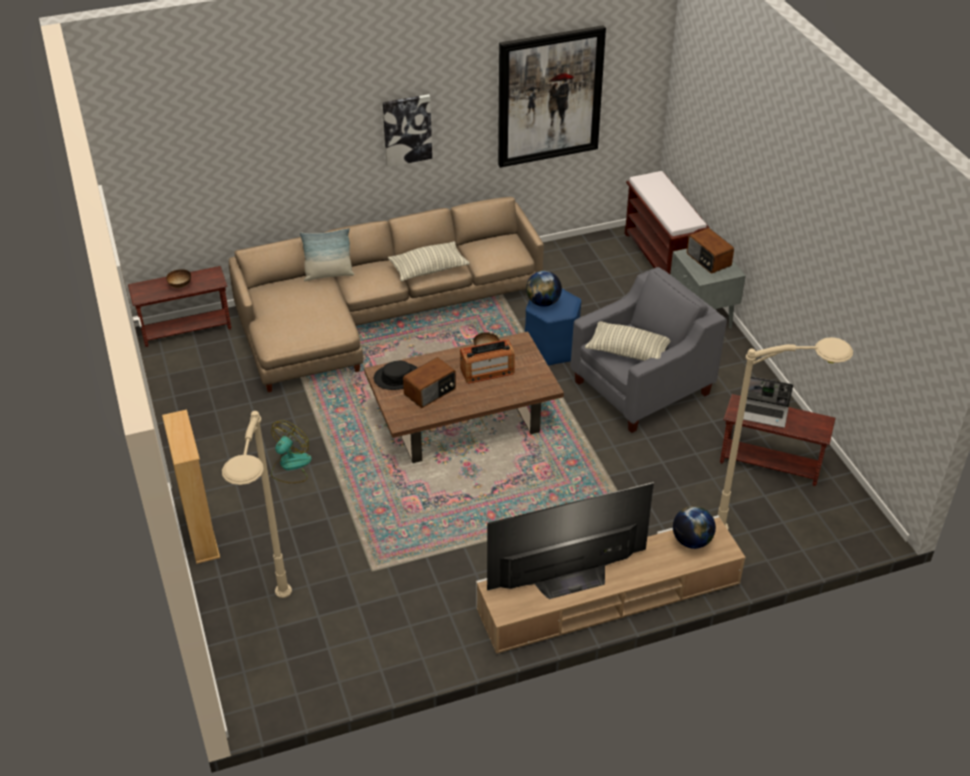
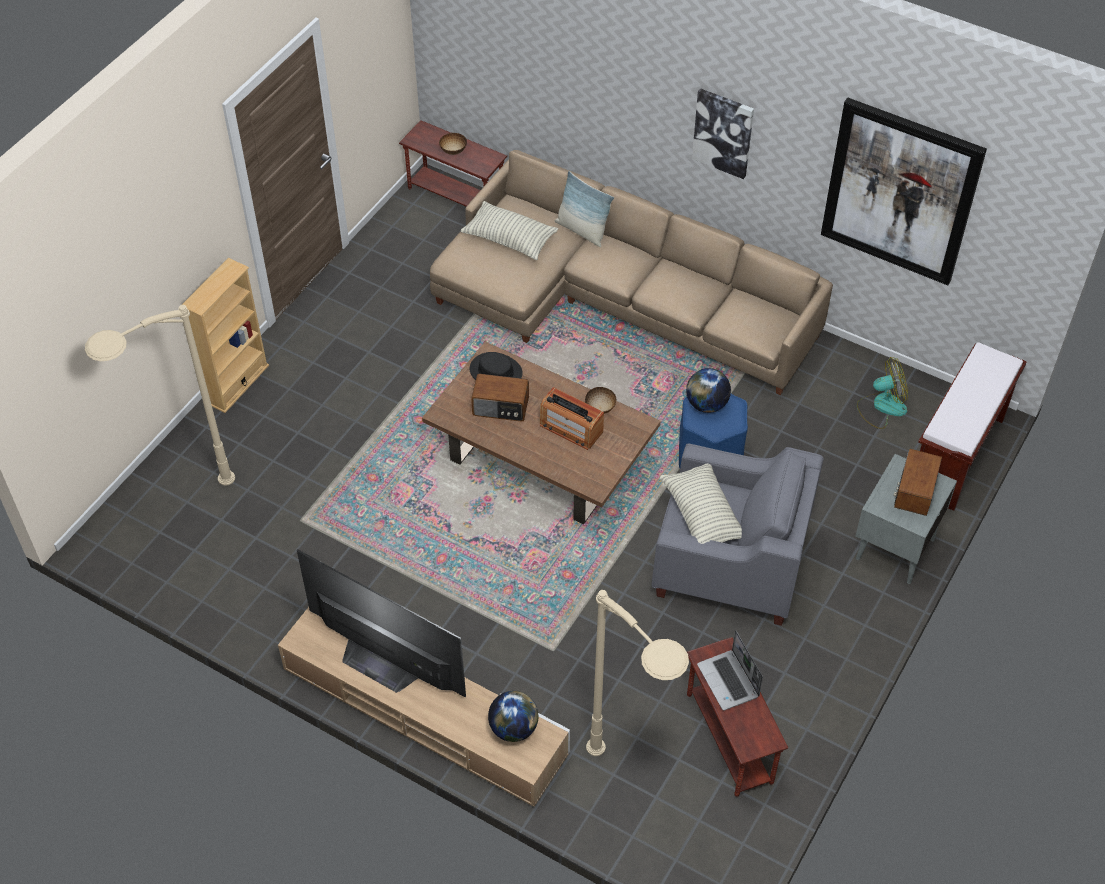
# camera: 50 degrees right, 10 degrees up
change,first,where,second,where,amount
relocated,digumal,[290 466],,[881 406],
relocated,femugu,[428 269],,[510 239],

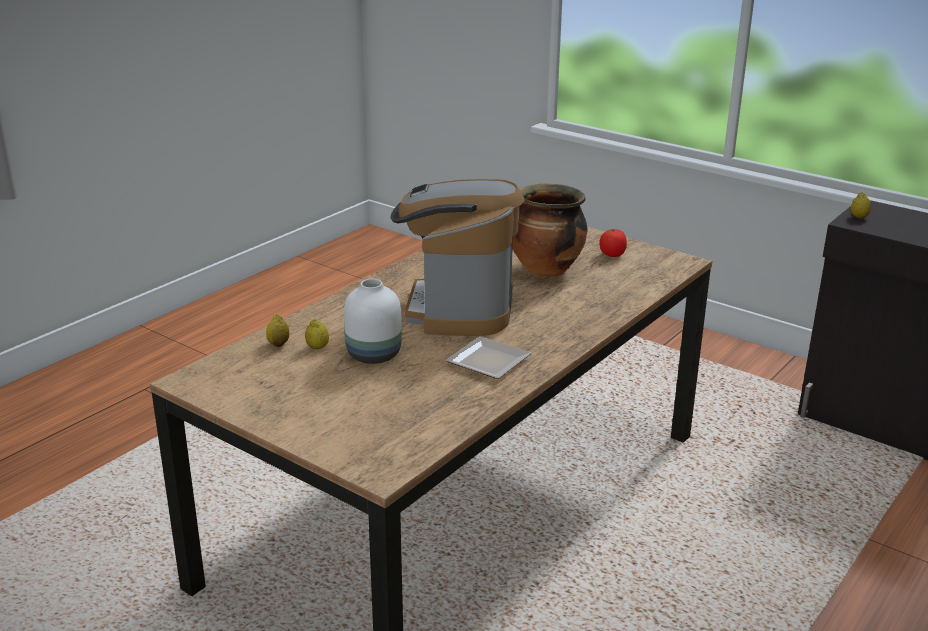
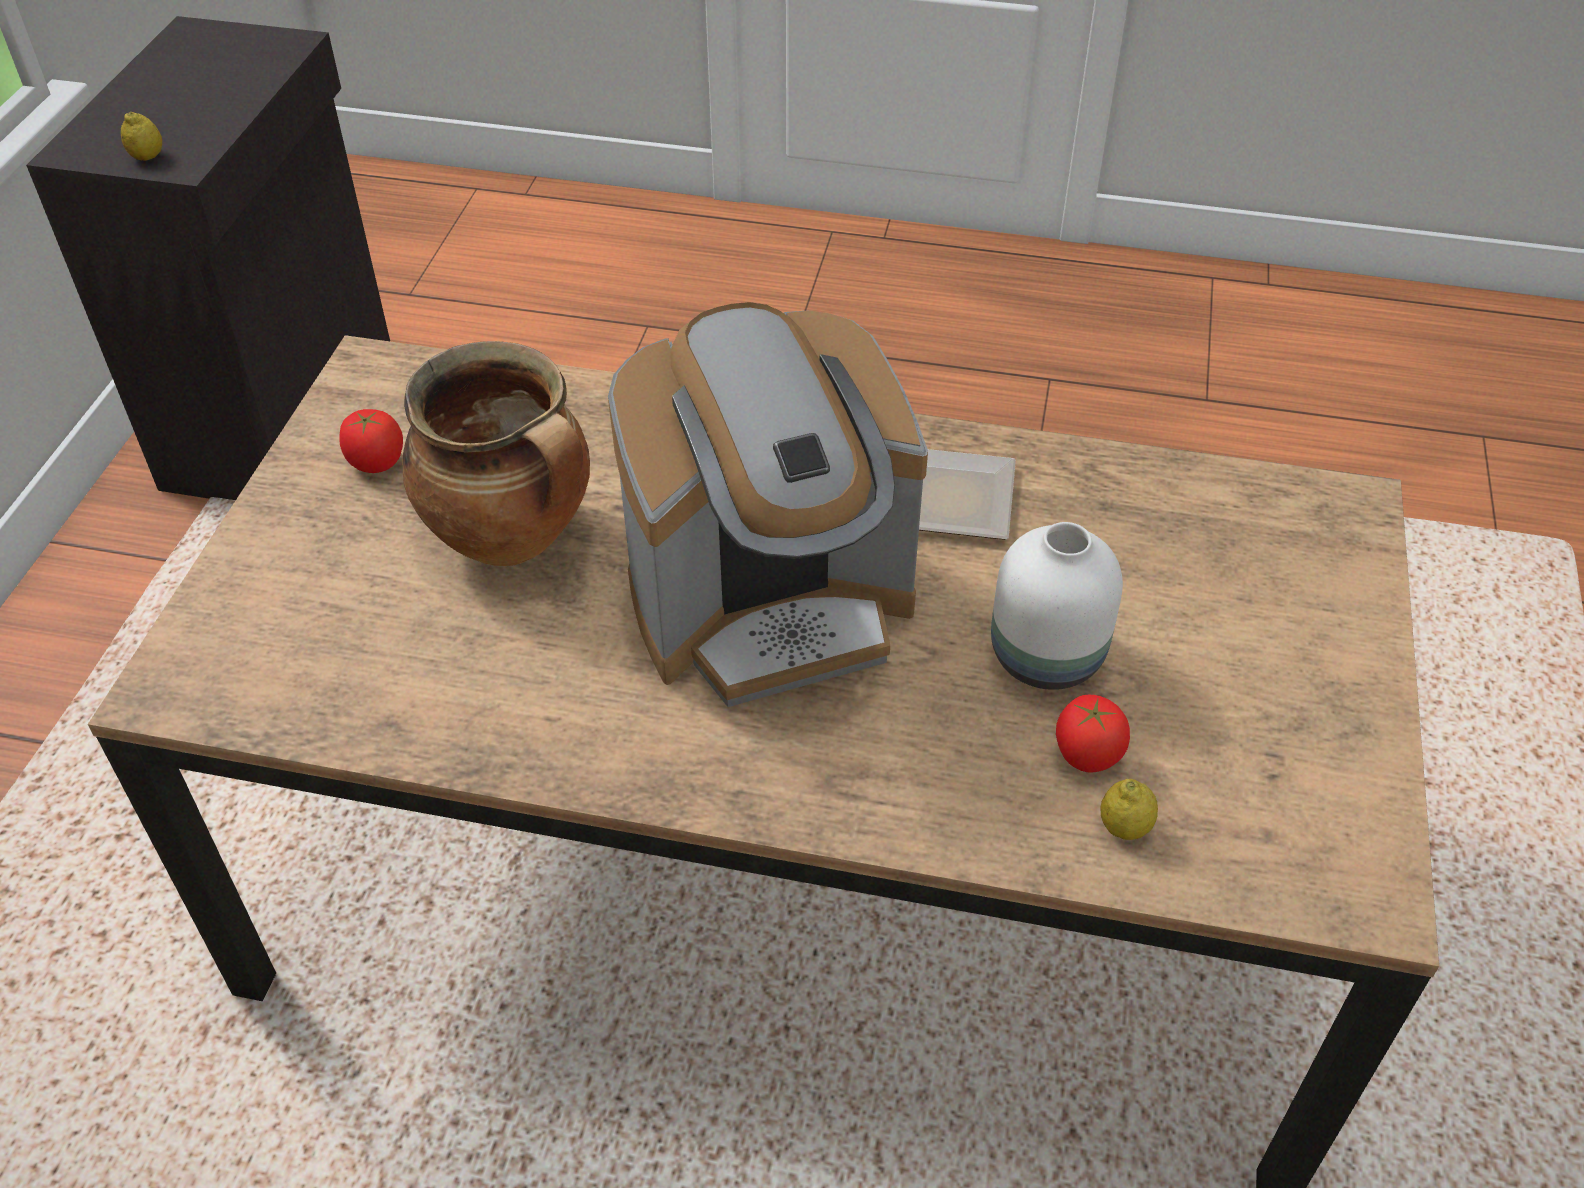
# camera: 115 degrees left, 20 degrees up
change,first,where,second,where,amount
exchanged,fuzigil,[317 347],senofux,[1086 755],

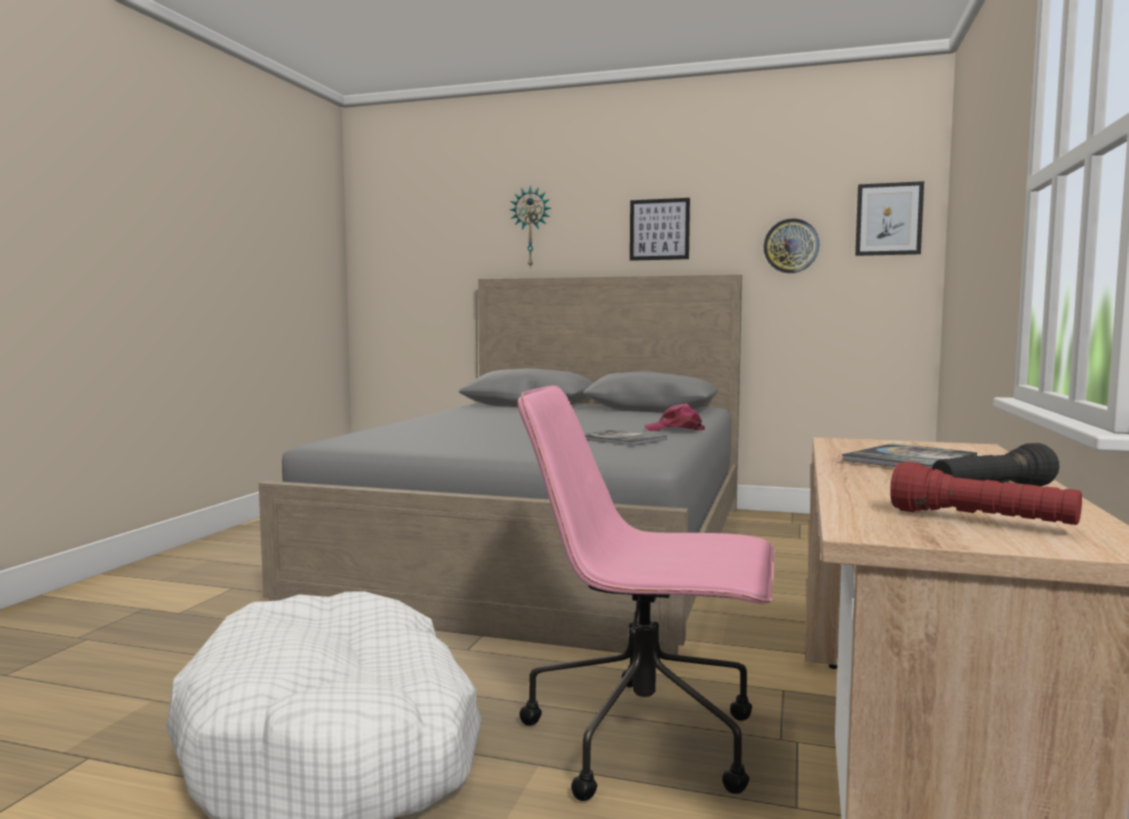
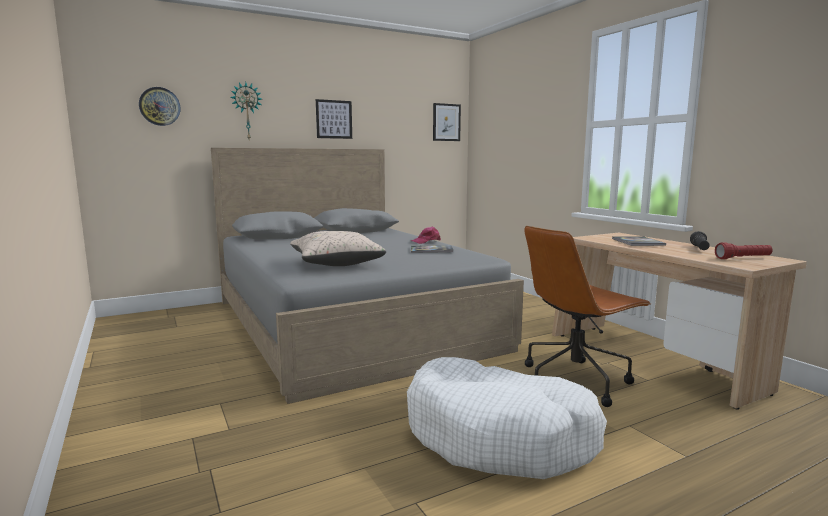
# camera: 45 degrees left, 5 degrees up
change,first,where,second,where,amount
appeared,,,femugu (beige),[336 263],
relocated,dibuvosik,[791 246],,[159 106],
colour,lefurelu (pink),[647 738],lefurelu (brown),[575 380],

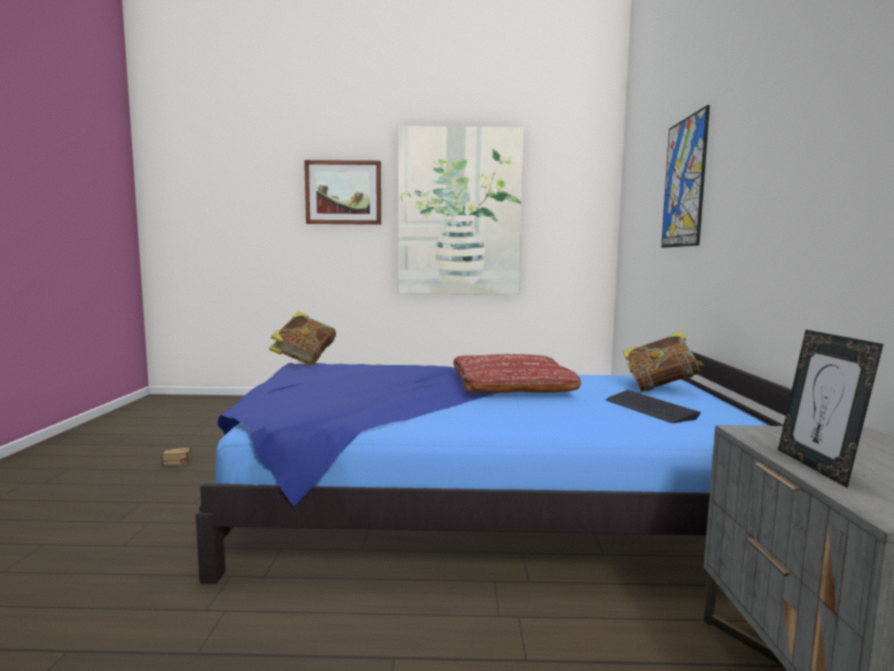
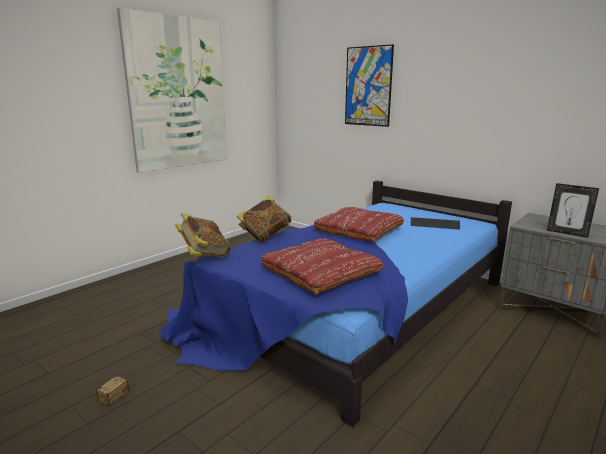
# camera: 50 degrees left, 10 degrees up
change,first,where,second,where,amount
missing,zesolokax,[343 192],,,
appeared,,,femugu (red),[320 272],
relocated,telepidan,[660 388],,[265 236],

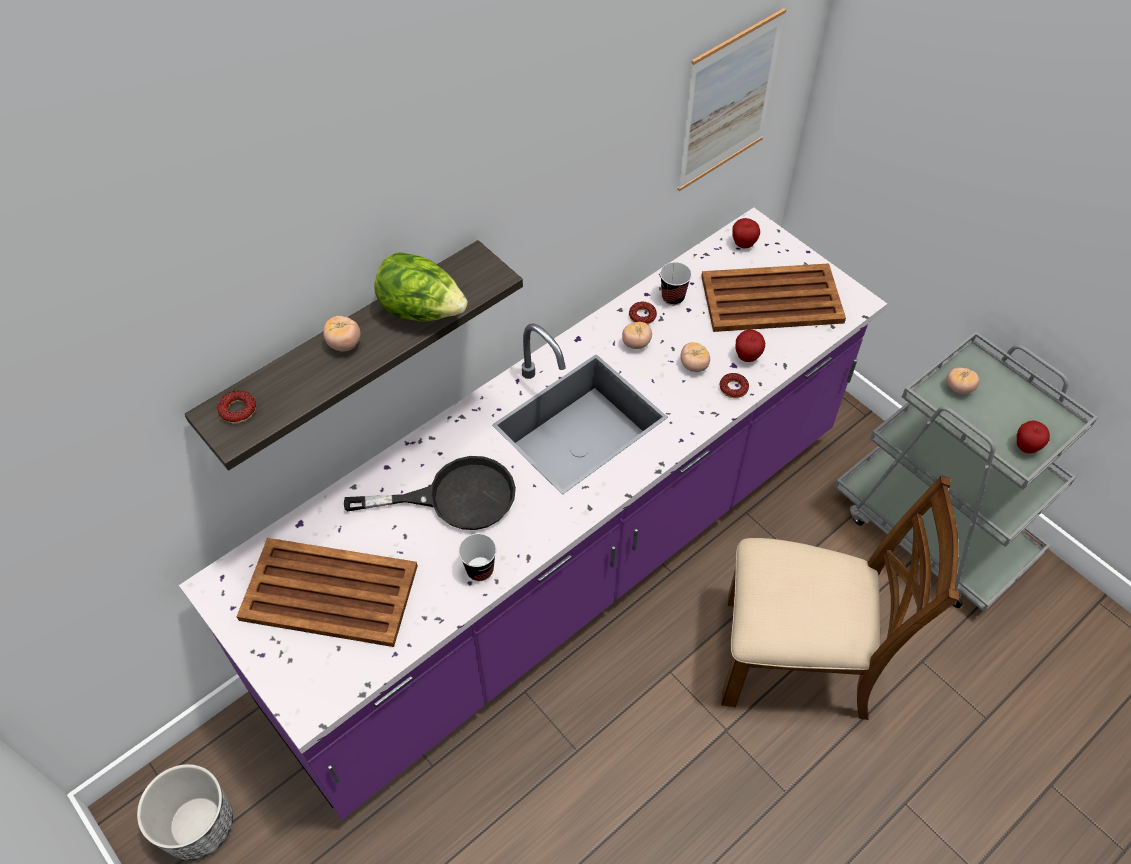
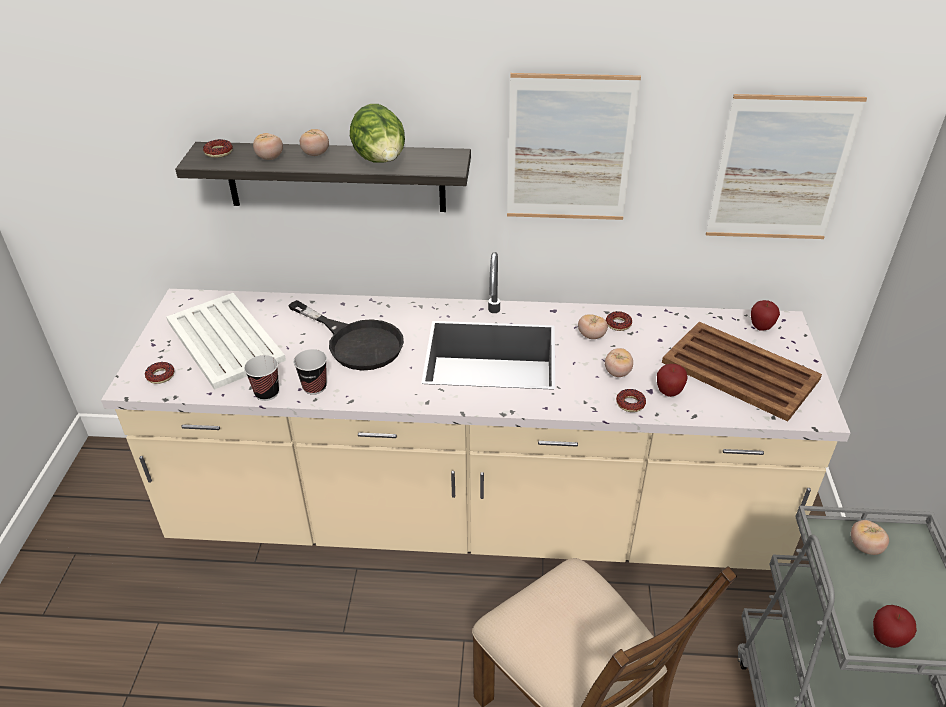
# camera: 45 degrees right, 15 degrees down
change,first,where,second,where,amount
missing,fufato,[198 824],,,
appeared,,,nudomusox,[160 376],
appeared,,,senofux,[270 158],
appeared,,,zesolokax,[569 149],
relocated,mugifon,[673 297],,[267 393],
colour,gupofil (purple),[565 564],gupofil (beige),[474 516],
colour,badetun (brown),[328 592],badetun (white),[225 339],

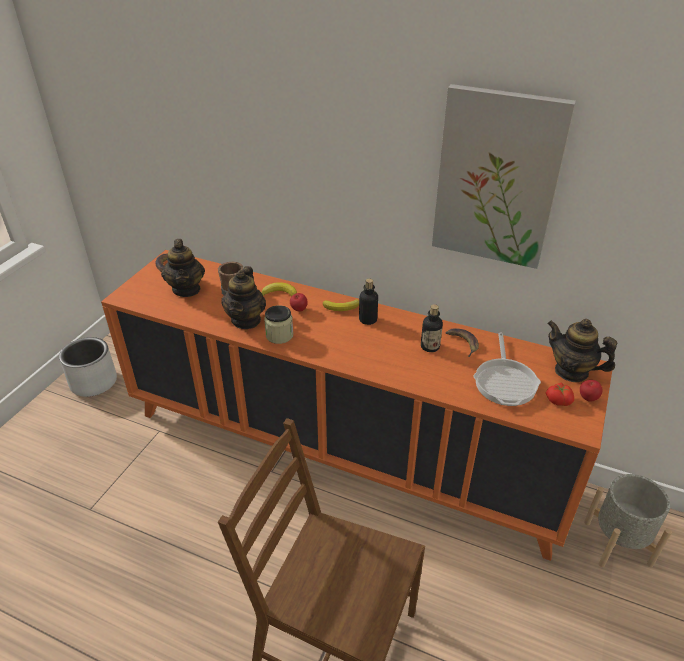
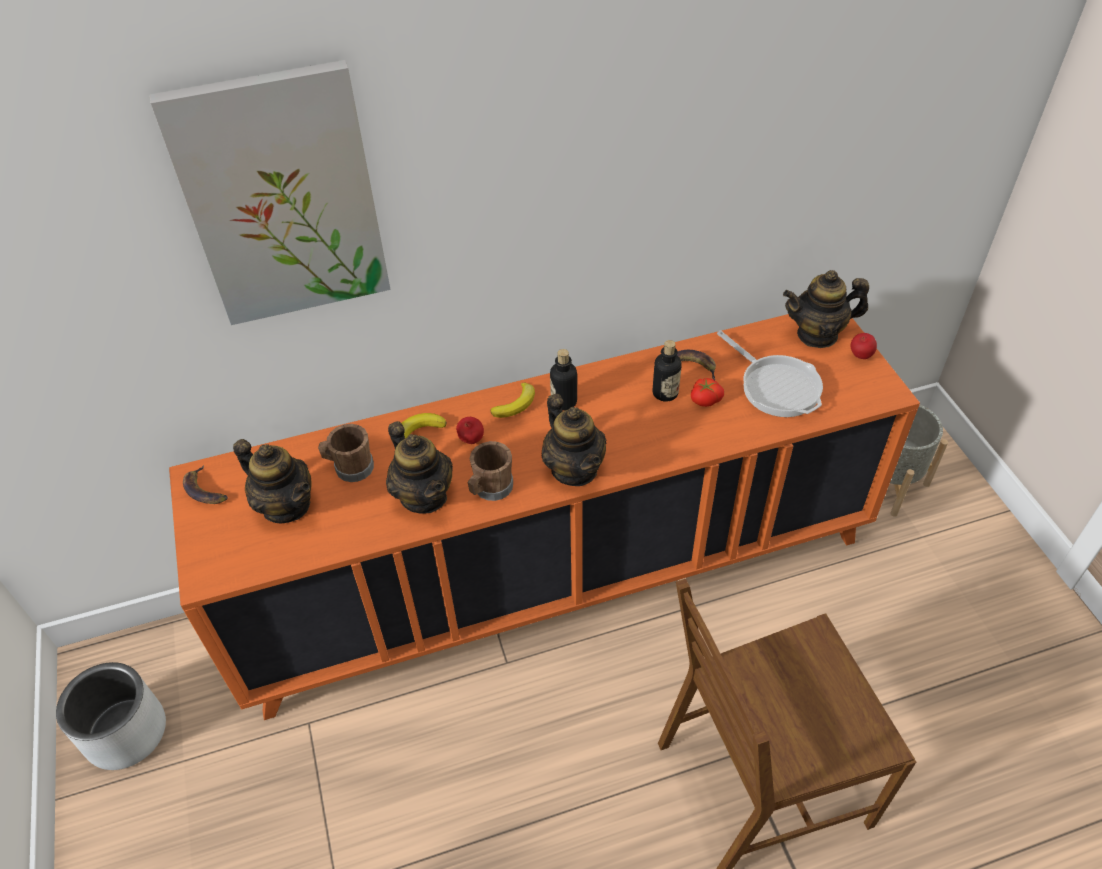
# camera: 40 degrees left, 10 degrees up
change,first,where,second,where,amount
appeared,,,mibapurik,[574 469],
relocated,zesolokax,[497 179],,[282 198],
relocated,senofux,[558 400],,[705 399],
exchanged,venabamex,[279 335],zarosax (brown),[490 489],

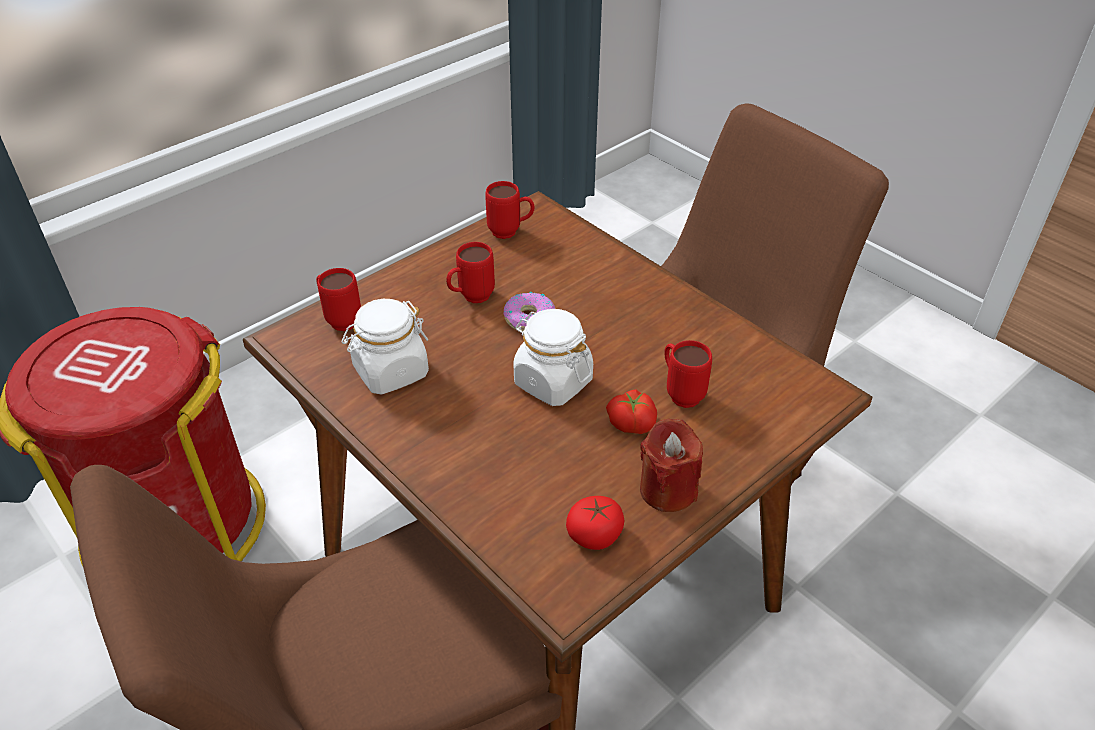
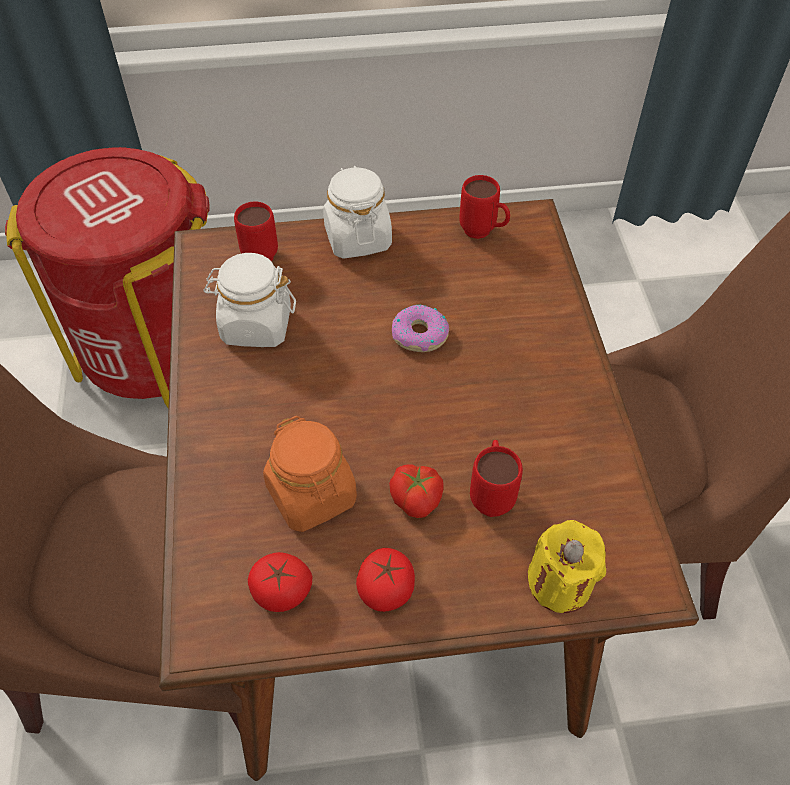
# camera: 35 degrees right, 10 degrees up
change,first,where,second,where,amount
missing,zarosax (red),[470 298],,,
appeared,,,venabamex (orange),[312 495],
appeared,,,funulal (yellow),[560 583],
relocated,venabamex (white),[552 382],,[357 238],
exchanged,funulal (red),[667 490],senofux,[386 589],

